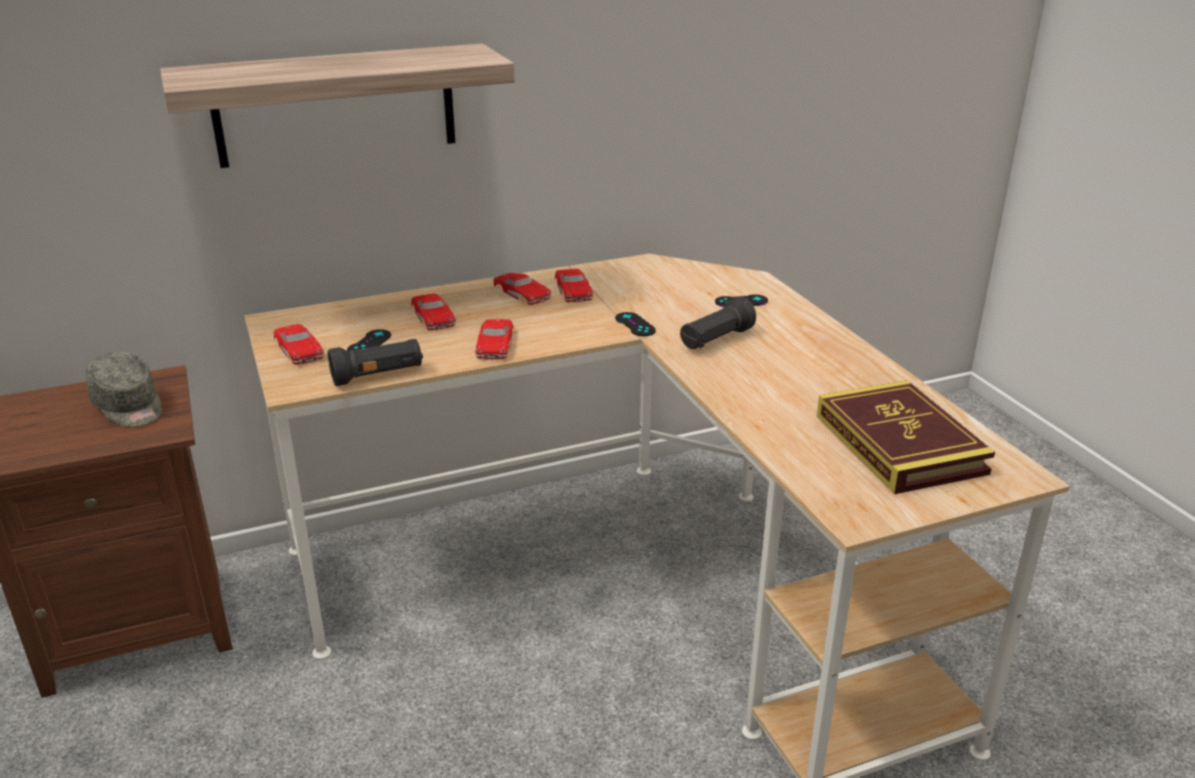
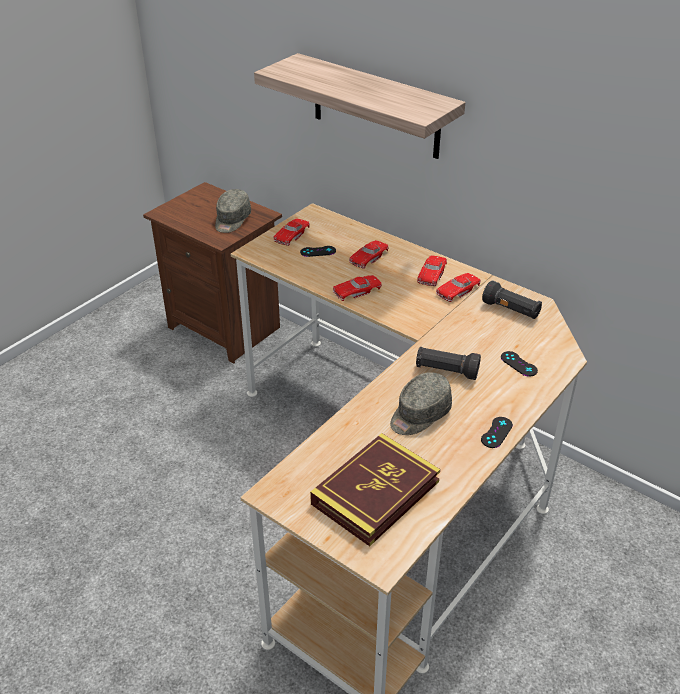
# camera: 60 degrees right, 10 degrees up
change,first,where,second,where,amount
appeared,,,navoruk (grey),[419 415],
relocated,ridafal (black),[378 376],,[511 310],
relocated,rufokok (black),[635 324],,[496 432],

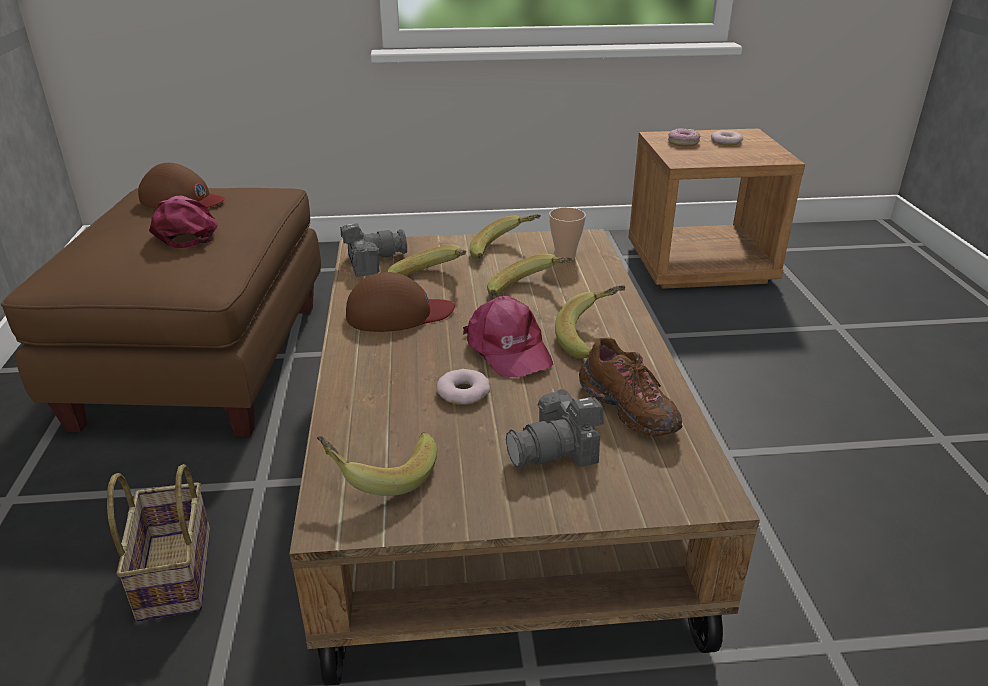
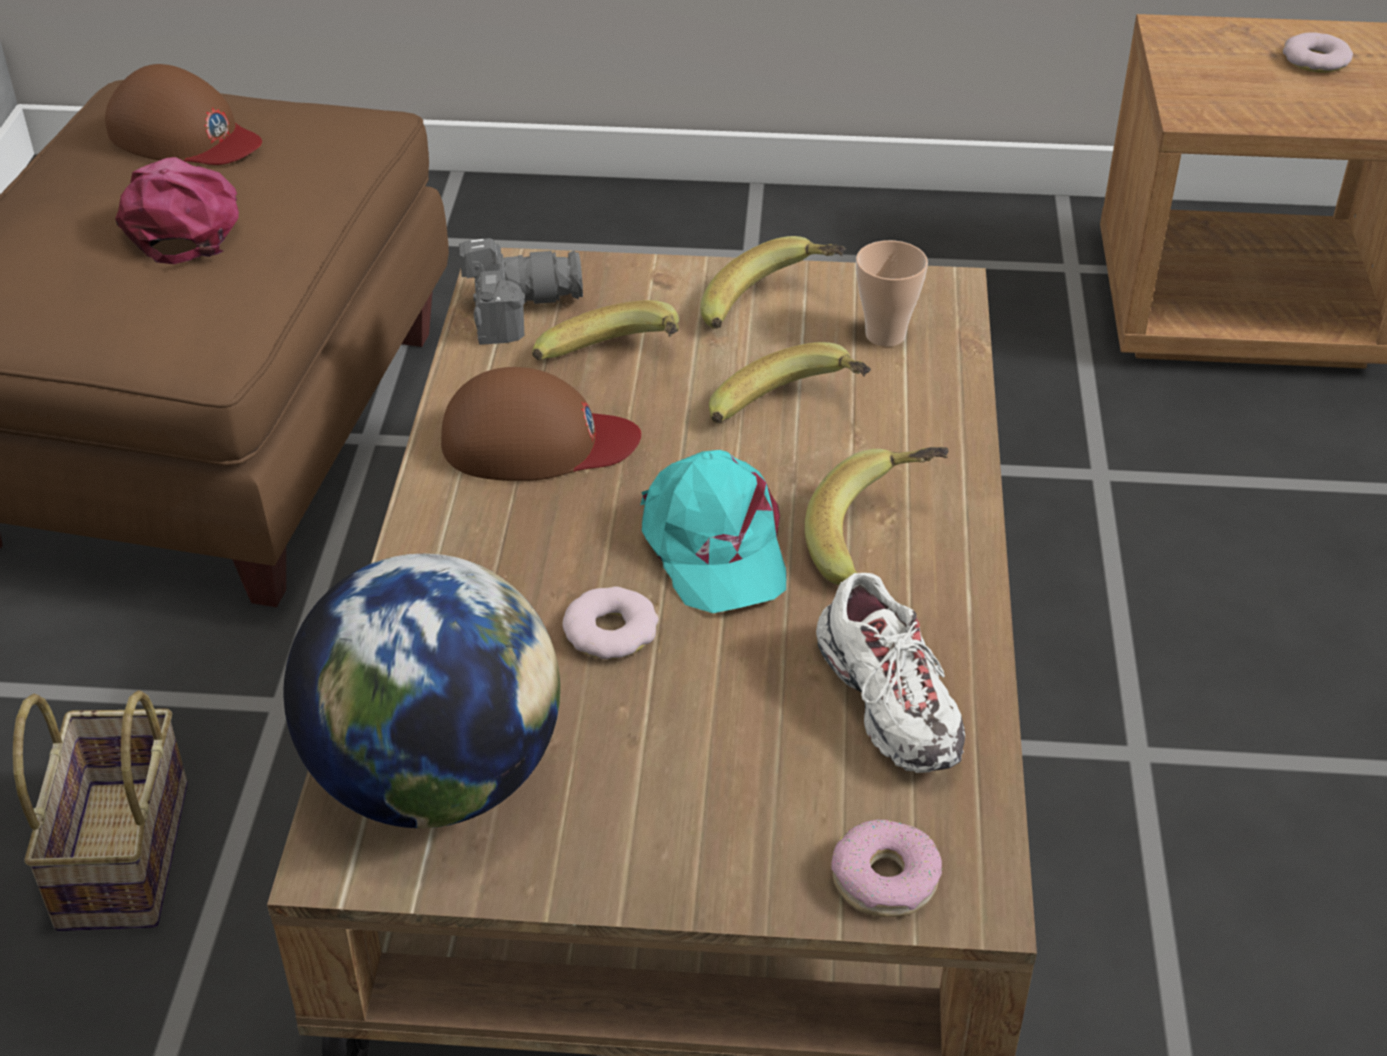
# camera: 10 degrees right, 10 degrees up
change,first,where,second,where,amount
missing,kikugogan,[557 450],,,
relocated,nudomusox,[683 142],,[885 879],
exchanged,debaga,[381 474],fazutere,[435 779],
colour,navoruk (pink),[507 349],navoruk (turquoise),[713 546],
colour,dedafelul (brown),[628 409],dedafelul (white),[888 704],

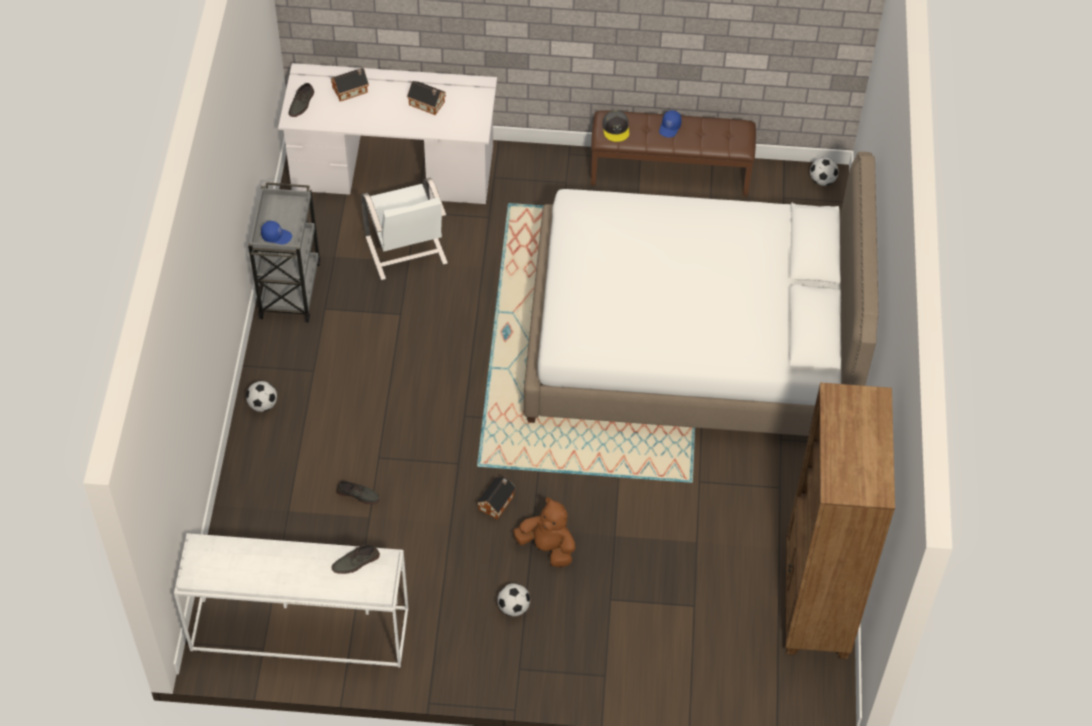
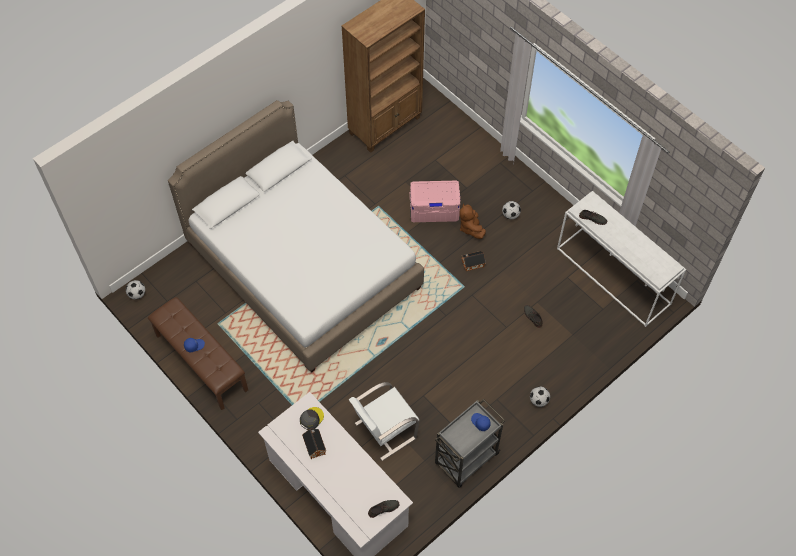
# camera: 135 degrees left, 5 degrees up
change,first,where,second,where,amount
missing,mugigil,[351 90],,,
appeared,,,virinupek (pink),[434 209],
relocated,navoruk (grey),[616 129],,[311 418],
spun,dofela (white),[406 251],,[384 431],150 degrees counterclockwise

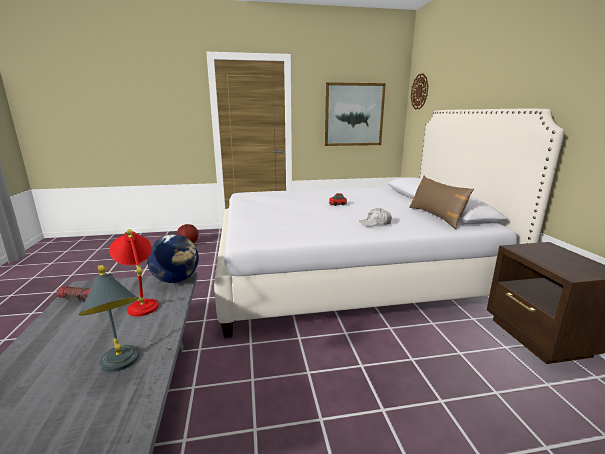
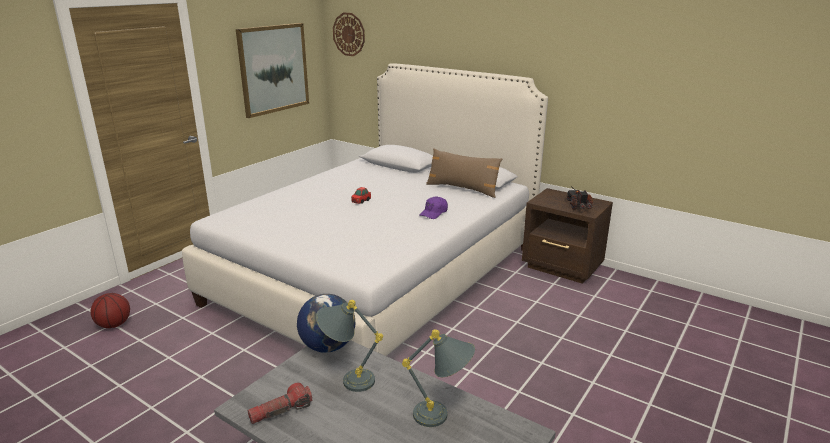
# camera: 45 degrees left, 5 degrees up
change,first,where,second,where,amount
appeared,,,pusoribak,[578 206],
colour,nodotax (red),[141 303],nodotax (grey),[347 379],
colour,navoruk (white),[375 223],navoruk (purple),[434 213],

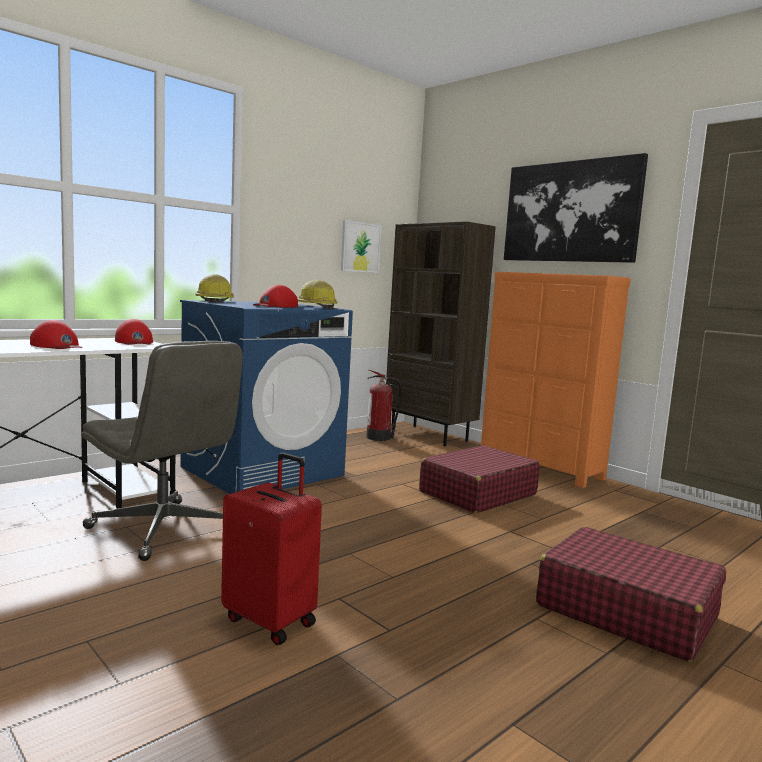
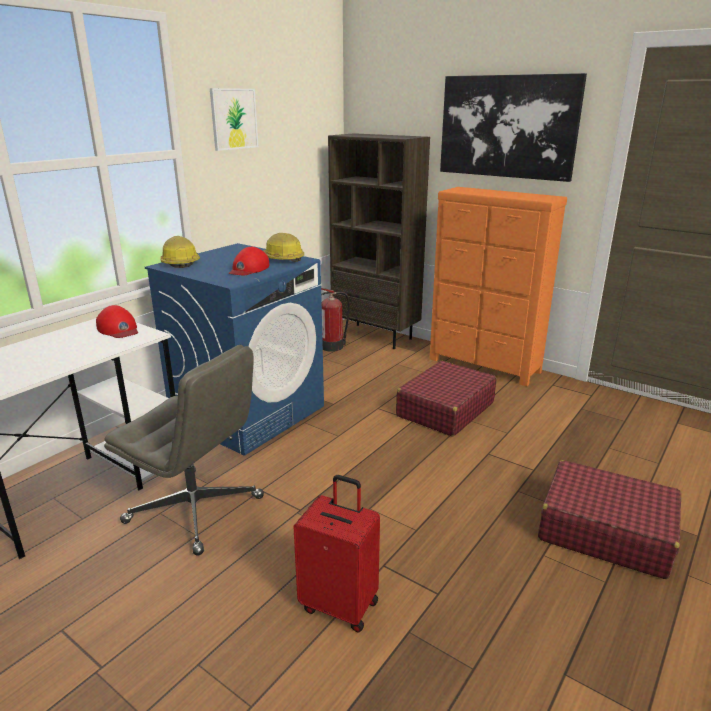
# camera: 10 degrees left, 15 degrees up
change,first,where,second,where,amount
missing,navoruk (red),[57 346],,,
relocated,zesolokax,[360 247],,[234 119],

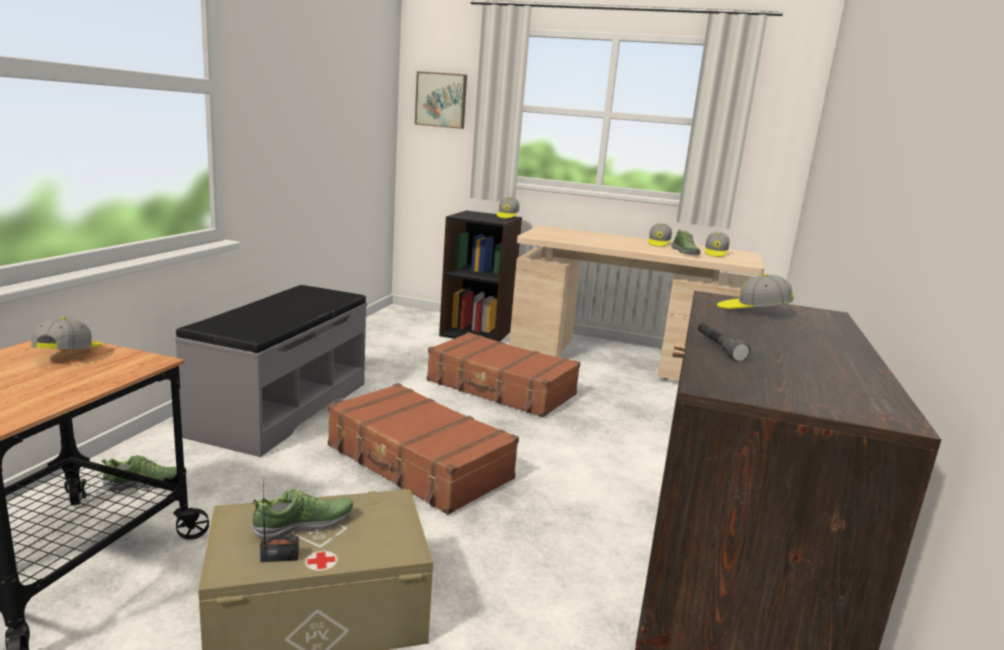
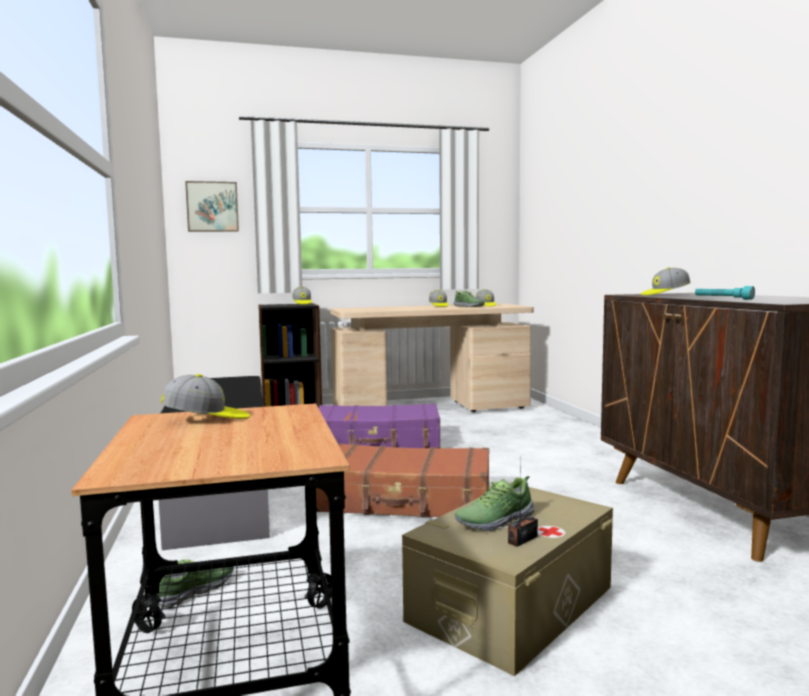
# camera: 30 degrees left, 10 degrees down
change,first,where,second,where,amount
colour,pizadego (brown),[501 388],pizadego (purple),[377 443],
colour,ridafal (grey),[718 348],ridafal (turquoise),[723 299],
spun,navoruk,[70 354],,[207 419],105 degrees clockwise
spun,dedafelul,[304 525],,[494 520],150 degrees counterclockwise

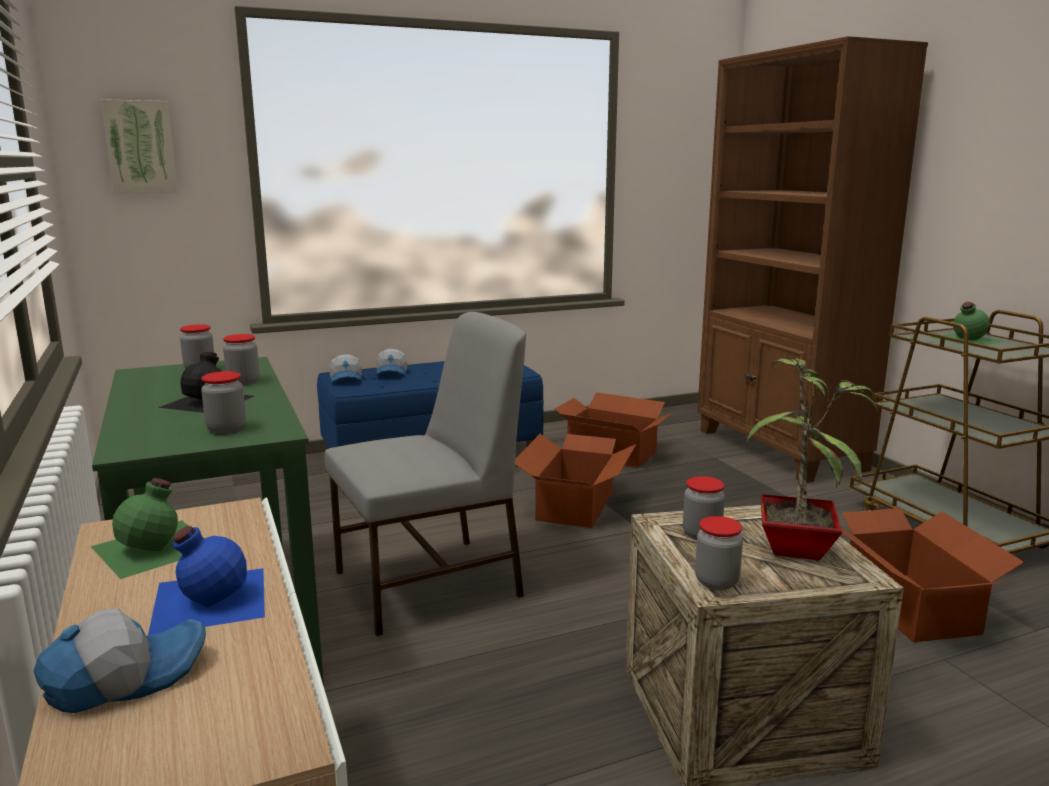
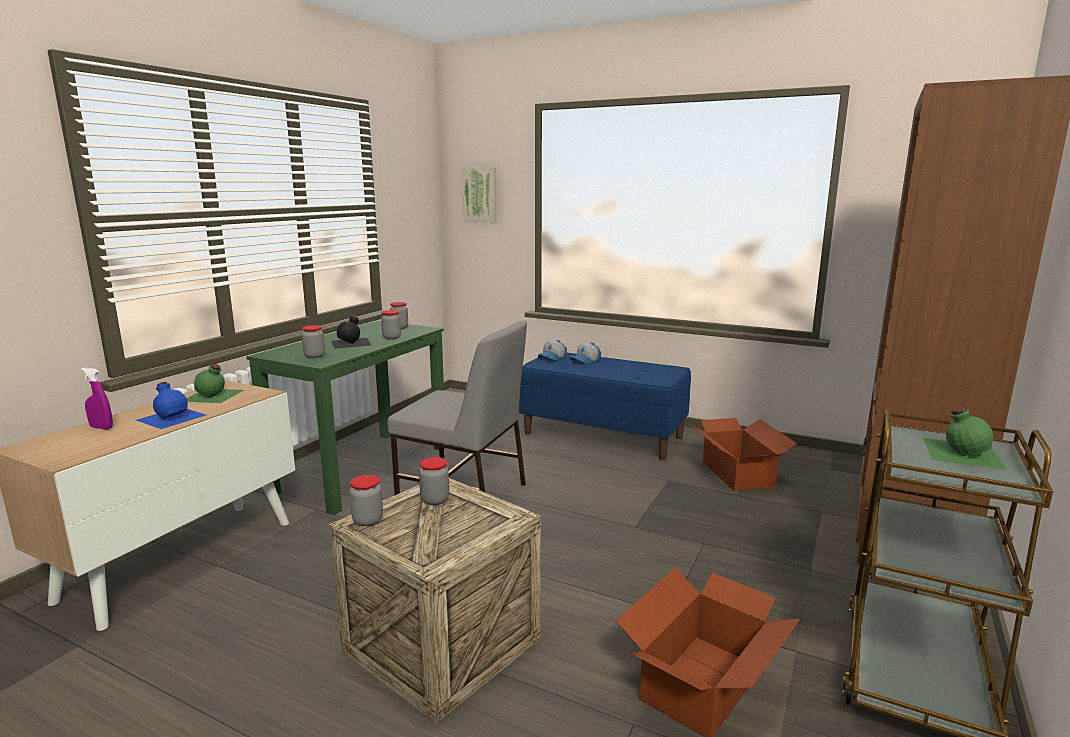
# camera: 50 degrees right, 0 degrees up
change,first,where,second,where,amount
missing,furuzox,[576 506],,,
missing,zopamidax,[800 549],,,
exchanged,navoruk,[126 677],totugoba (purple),[101 428],

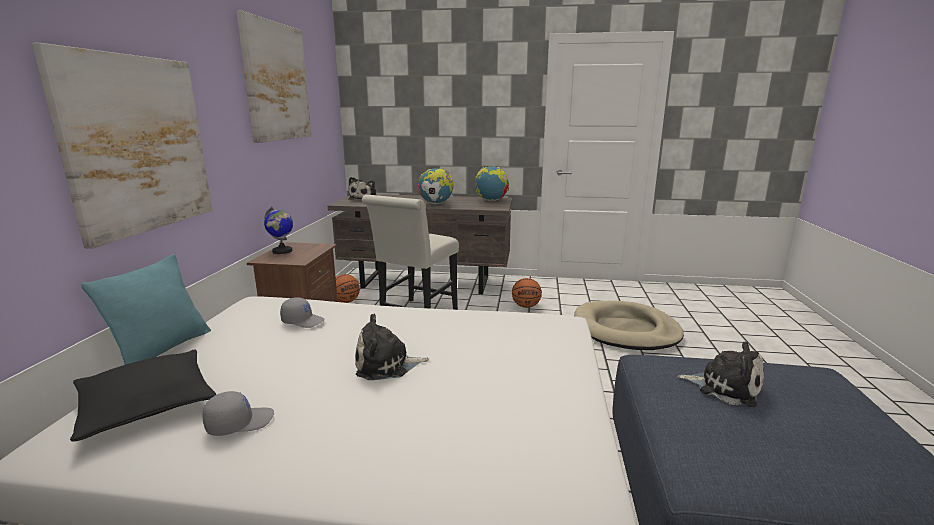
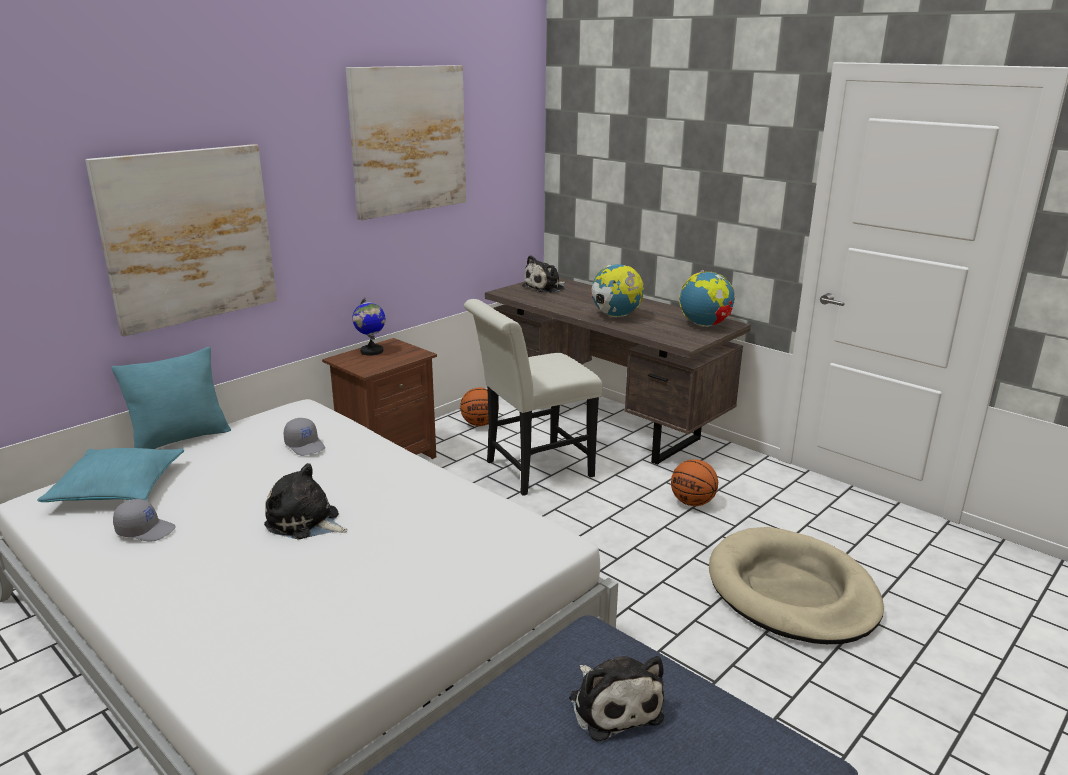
# camera: 35 degrees right, 5 degrees up
change,first,where,second,where,amount
colour,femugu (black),[147 404],femugu (turquoise),[118 488],

